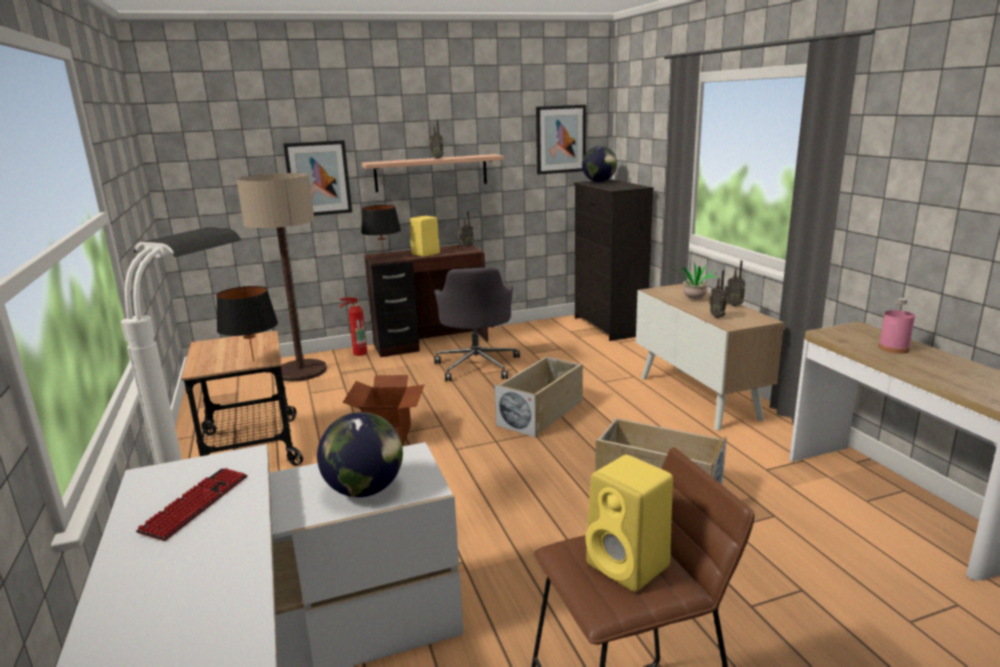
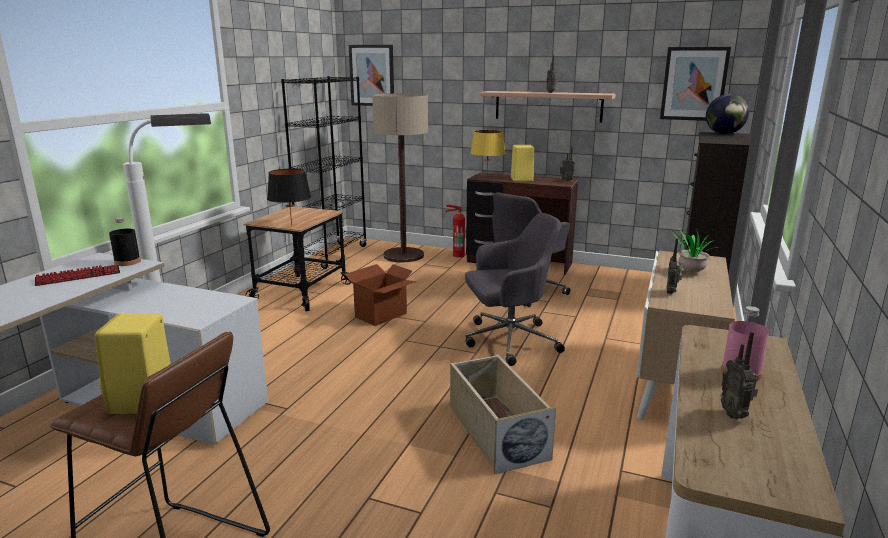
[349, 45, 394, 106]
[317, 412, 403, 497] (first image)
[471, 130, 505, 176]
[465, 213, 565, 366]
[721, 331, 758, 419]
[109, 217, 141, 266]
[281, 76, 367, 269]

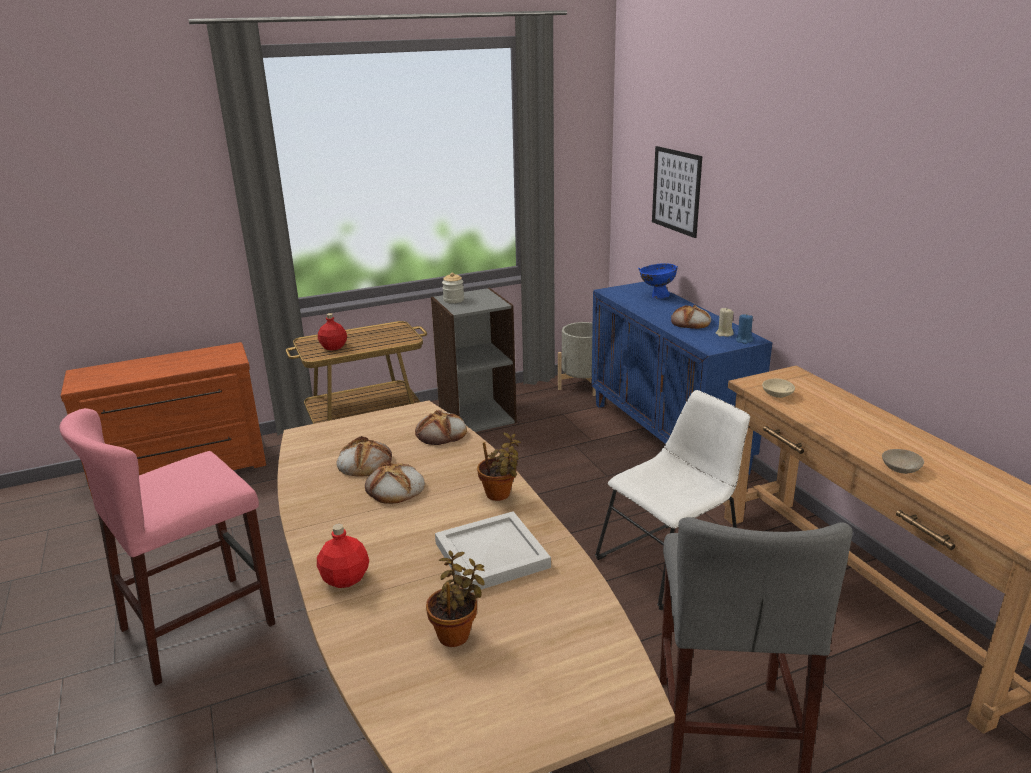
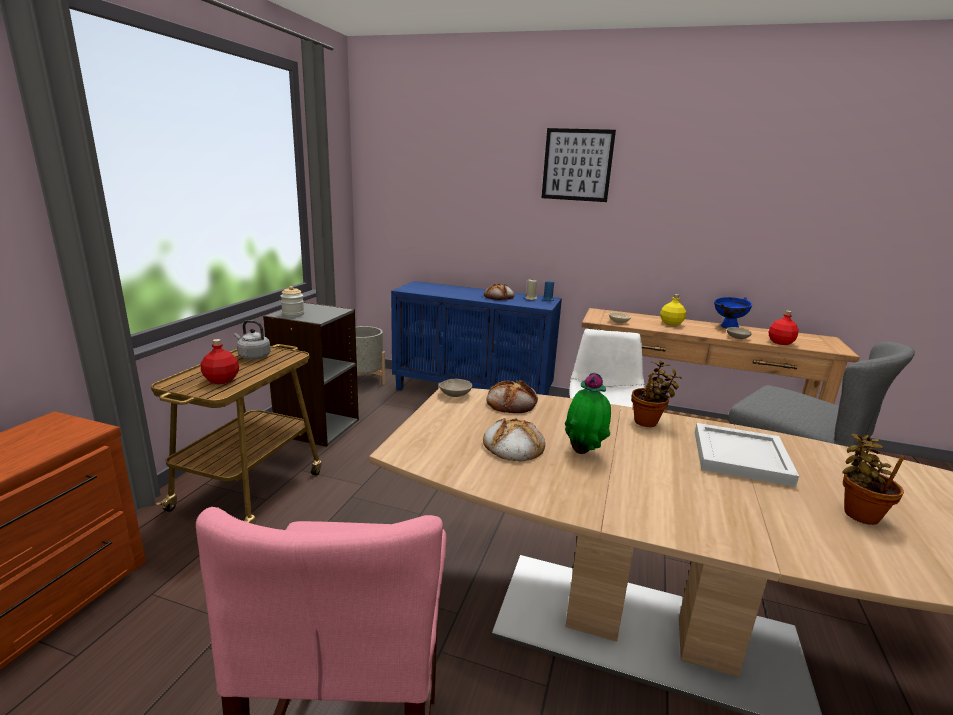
[769, 311, 799, 345]
[565, 373, 611, 454]
[714, 297, 752, 328]
[542, 128, 616, 202]
[234, 320, 271, 360]
[439, 379, 472, 397]
[660, 294, 686, 326]

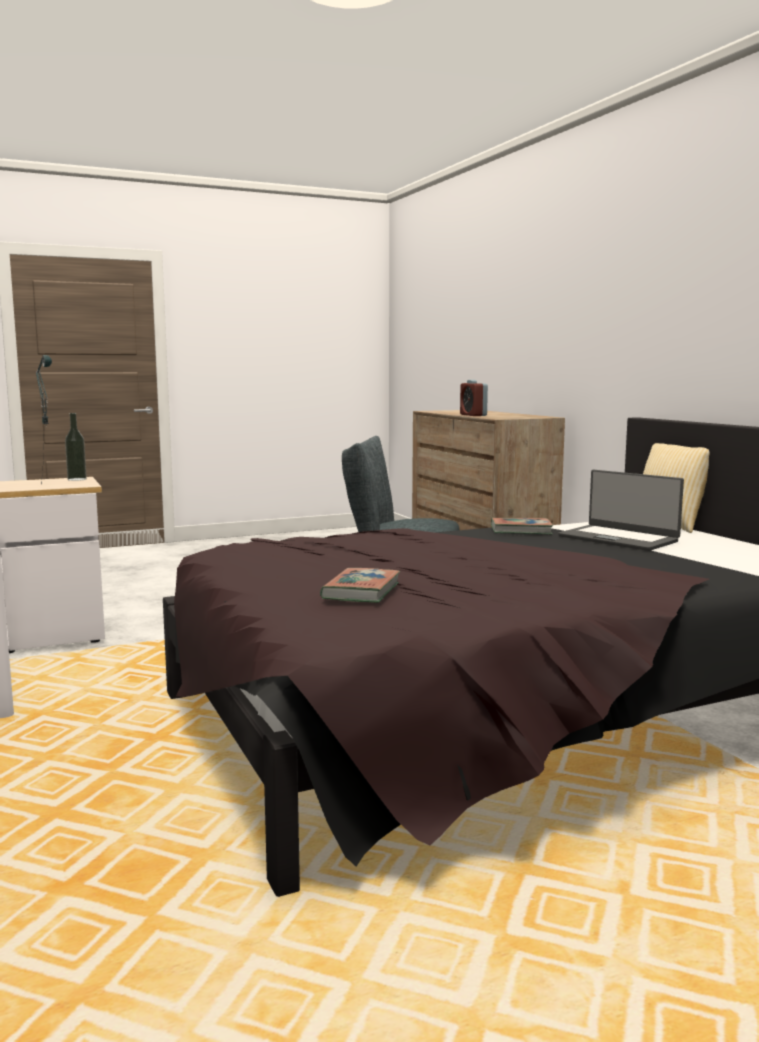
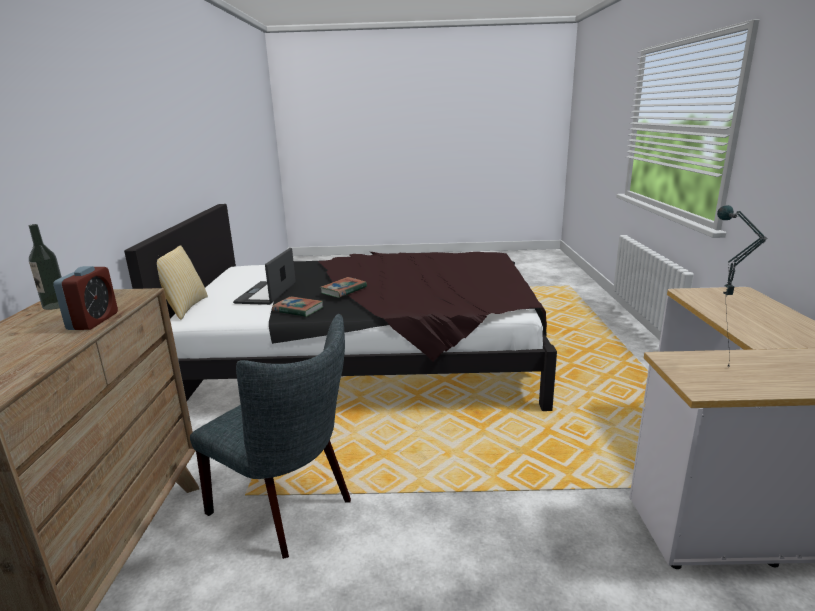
[29, 224, 62, 310]
[320, 277, 367, 298]
[233, 248, 296, 305]

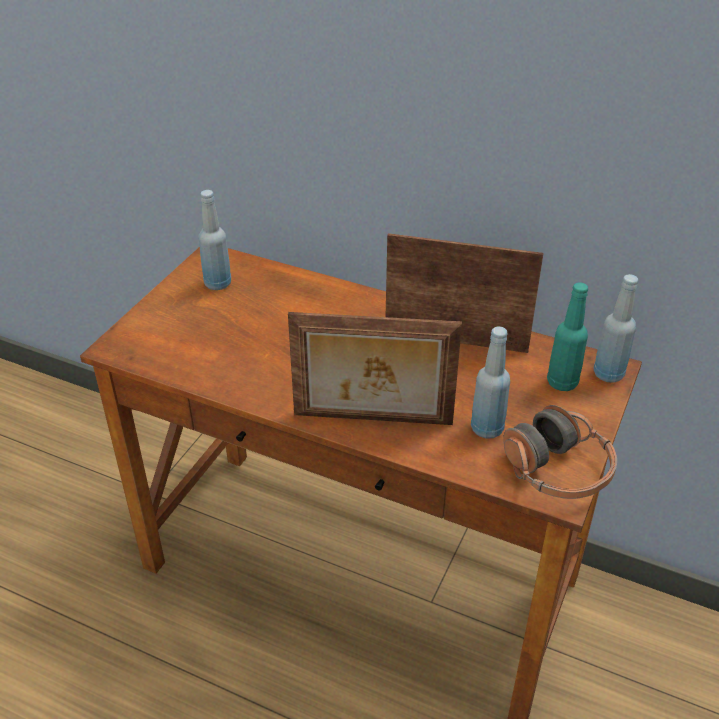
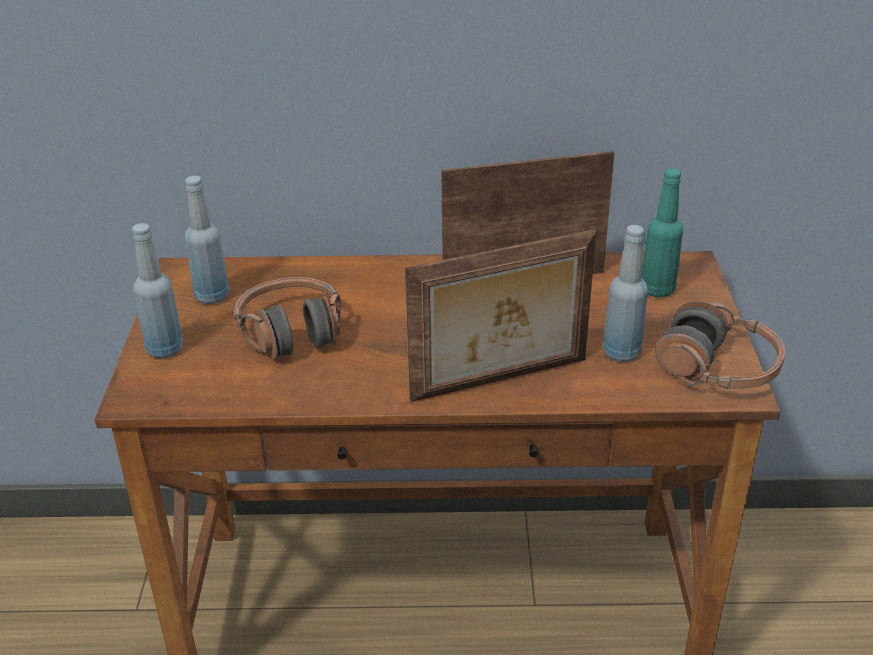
[132, 223, 183, 359]
[234, 277, 341, 360]

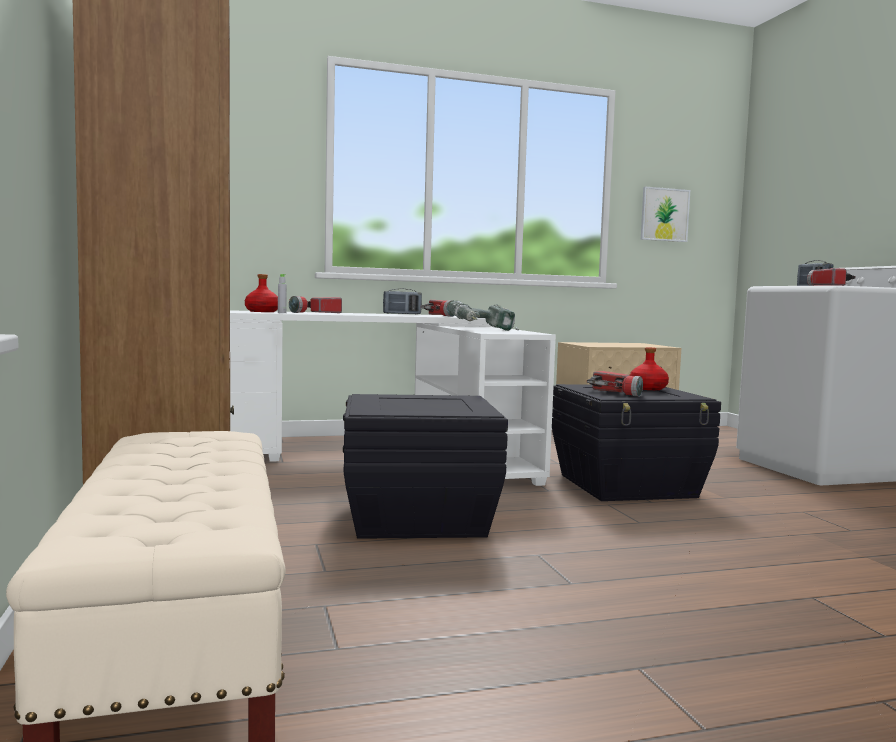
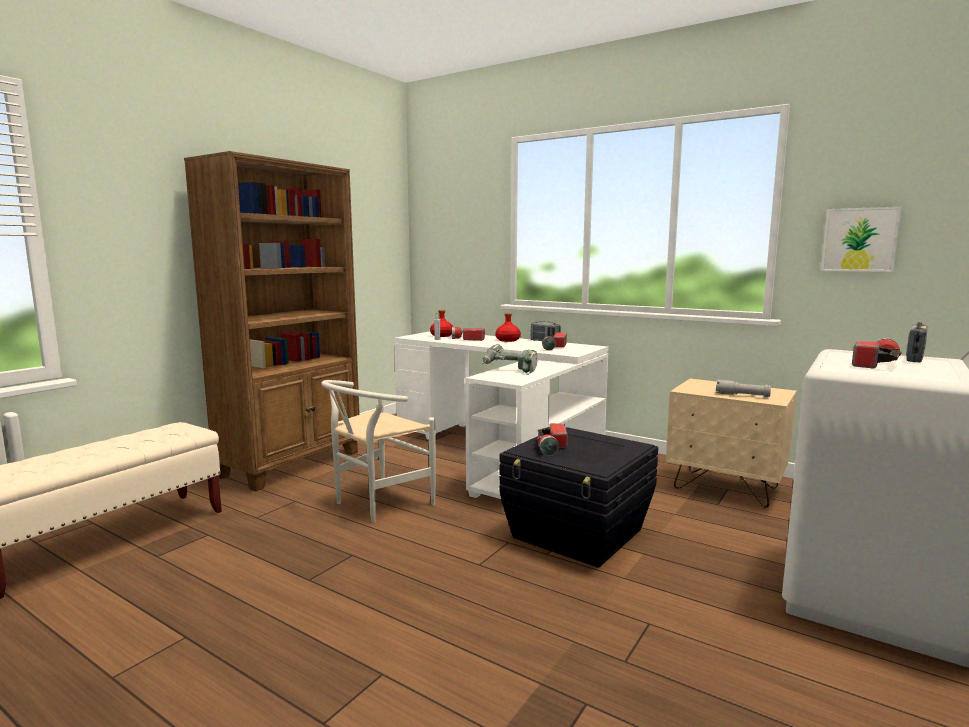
[321, 380, 436, 522]
[495, 313, 521, 342]
[716, 380, 771, 397]

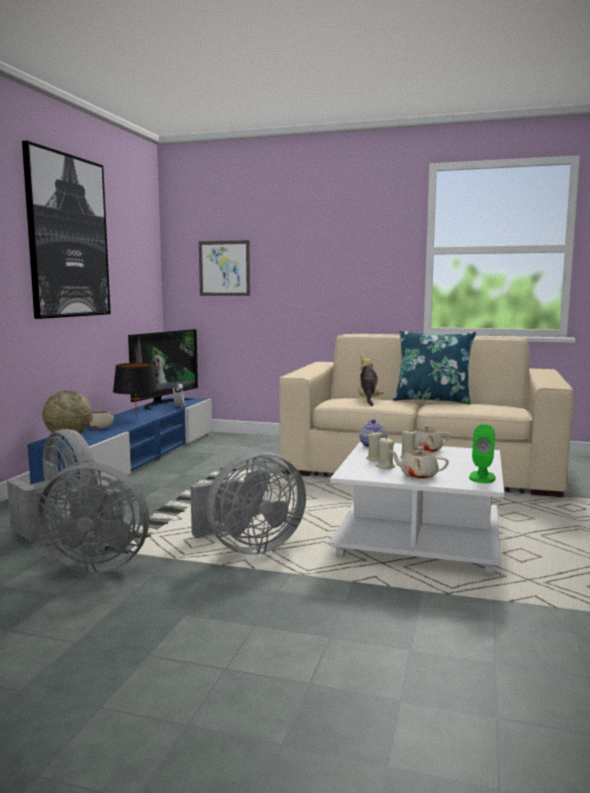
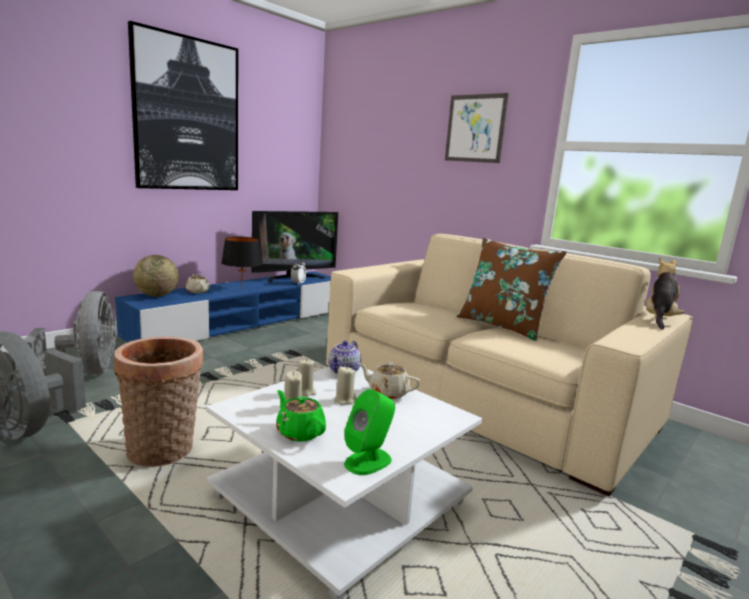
[114, 336, 203, 467]
[445, 93, 509, 163]
[646, 257, 685, 330]
[276, 390, 326, 442]
[457, 238, 567, 341]

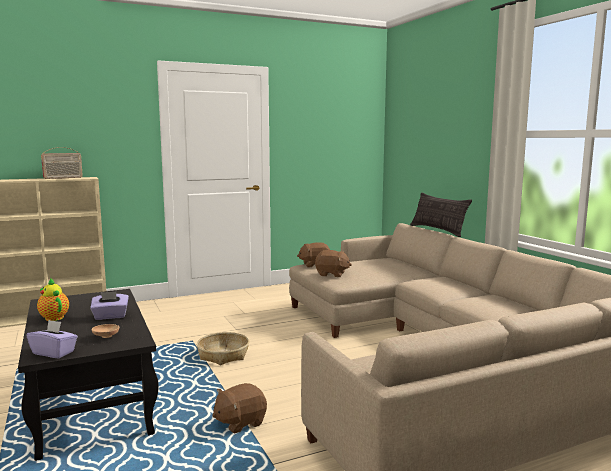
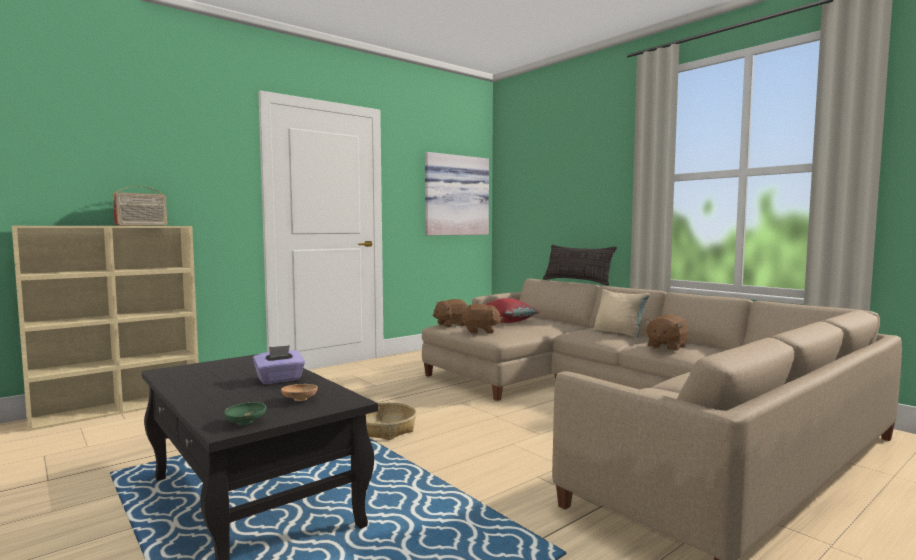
[224, 402, 266, 425]
[37, 278, 69, 321] (first image)
[645, 314, 689, 351]
[425, 152, 489, 235]
[486, 298, 539, 323]
[594, 289, 650, 338]

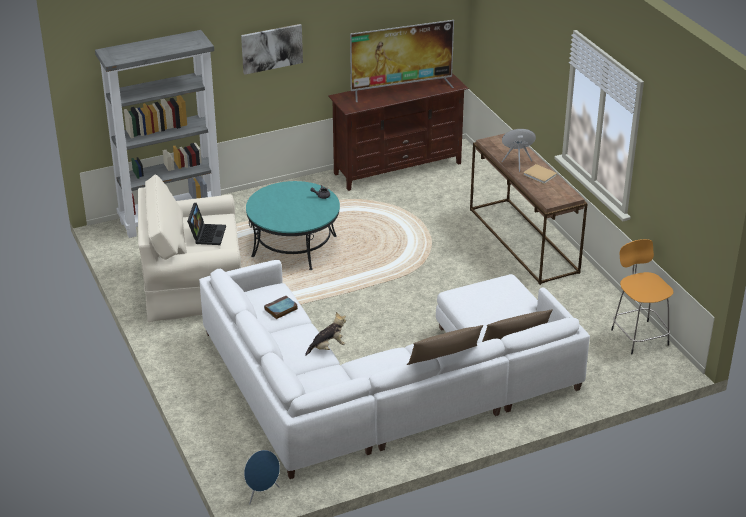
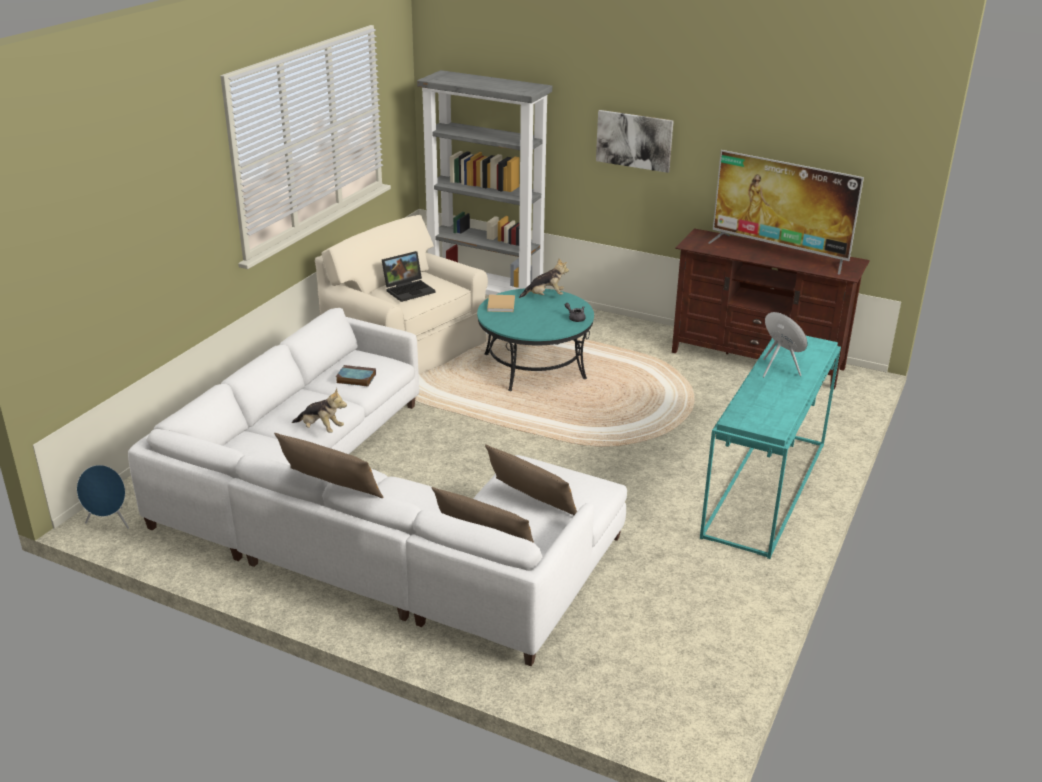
[700, 336, 841, 559]
[487, 295, 515, 312]
[611, 239, 673, 354] (first image)
[485, 444, 577, 515]
[519, 258, 569, 298]

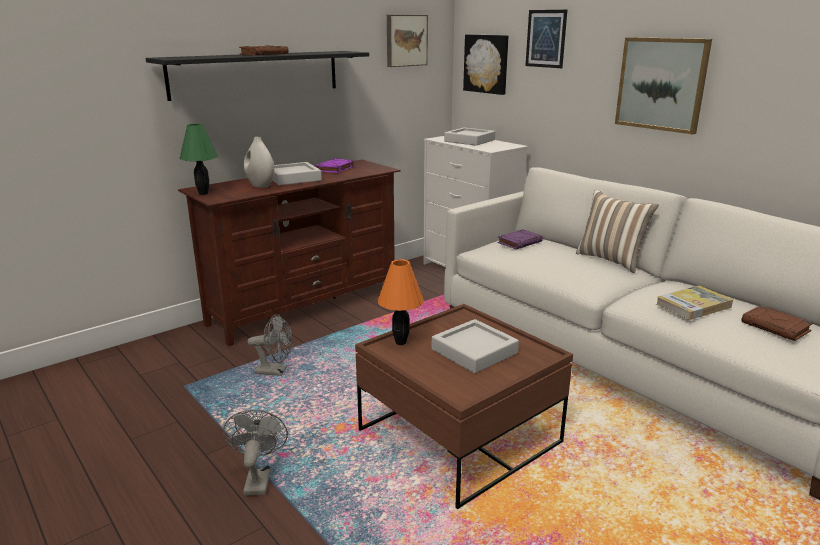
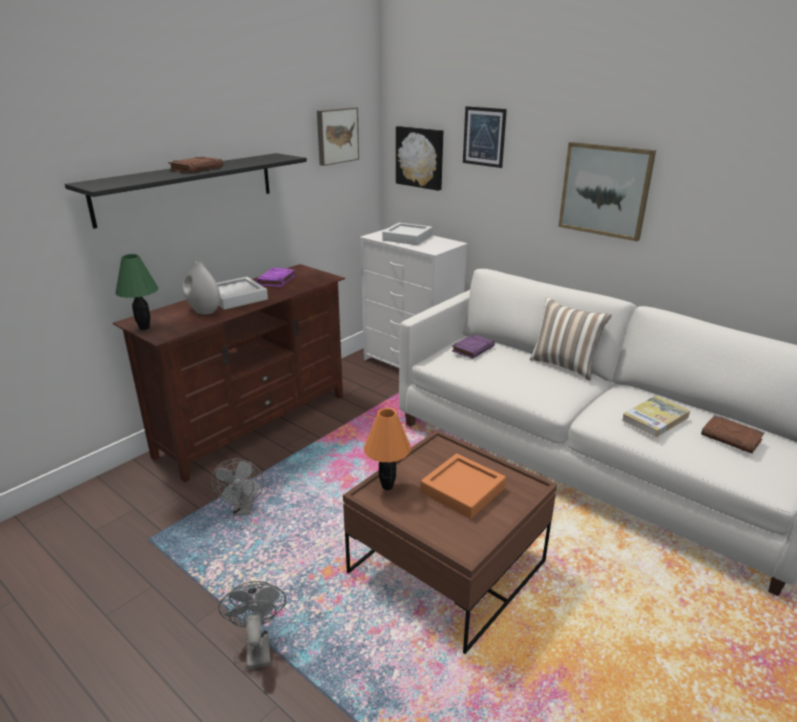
[211, 459, 264, 515]
[420, 454, 506, 519]

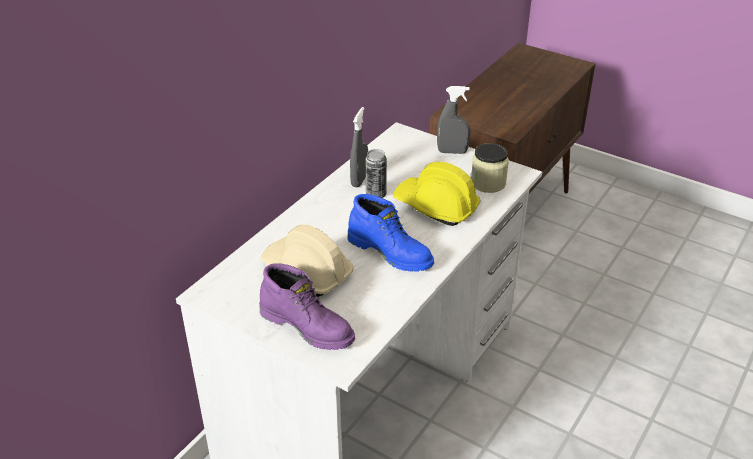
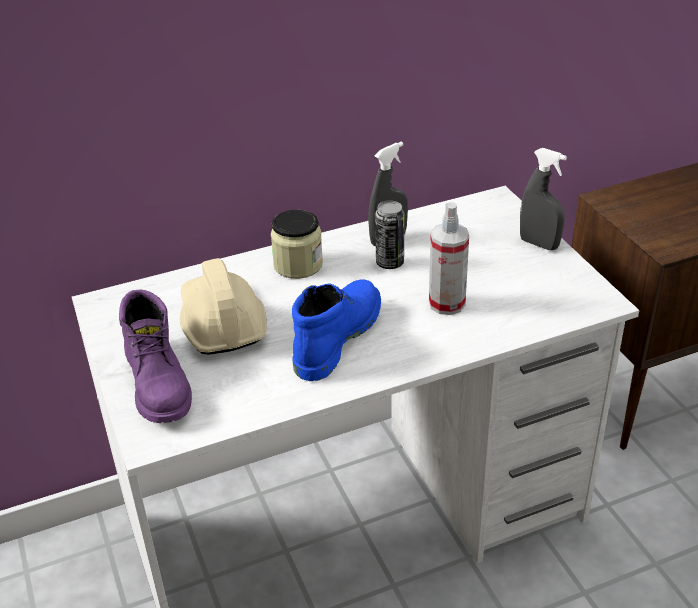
[292, 279, 381, 381]
[429, 202, 469, 315]
[271, 210, 323, 279]

